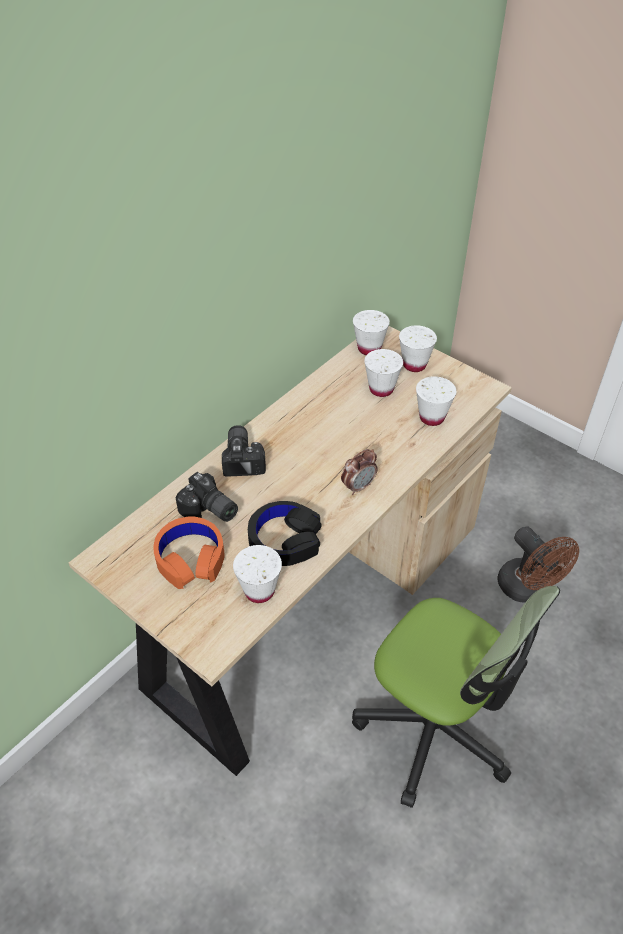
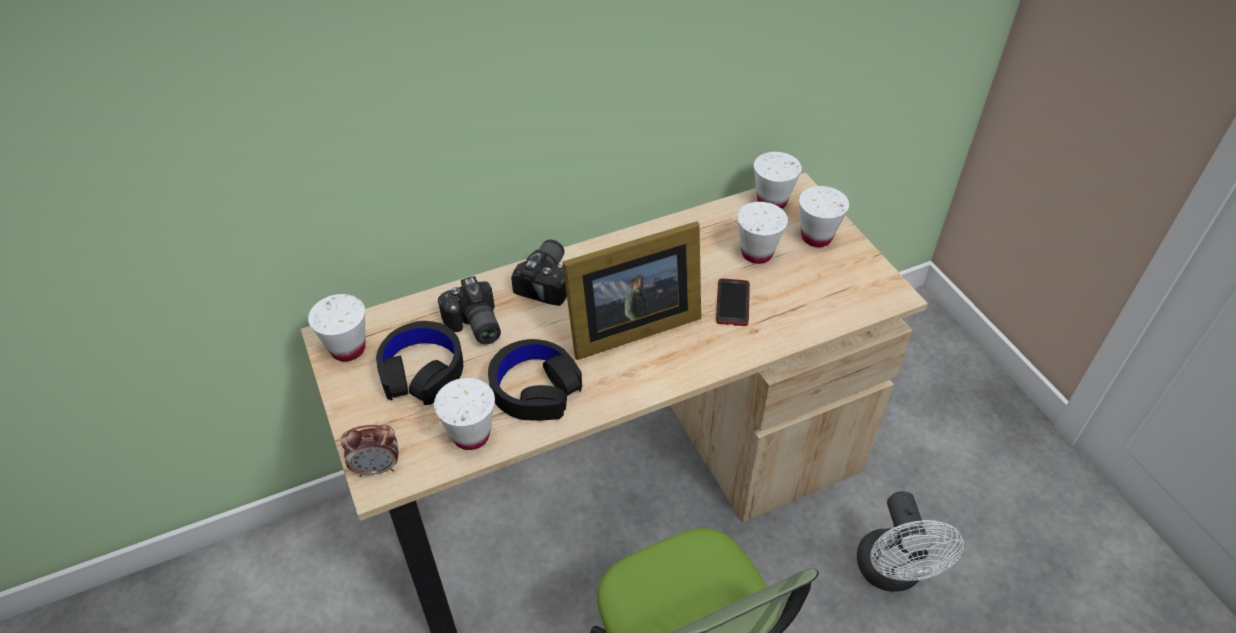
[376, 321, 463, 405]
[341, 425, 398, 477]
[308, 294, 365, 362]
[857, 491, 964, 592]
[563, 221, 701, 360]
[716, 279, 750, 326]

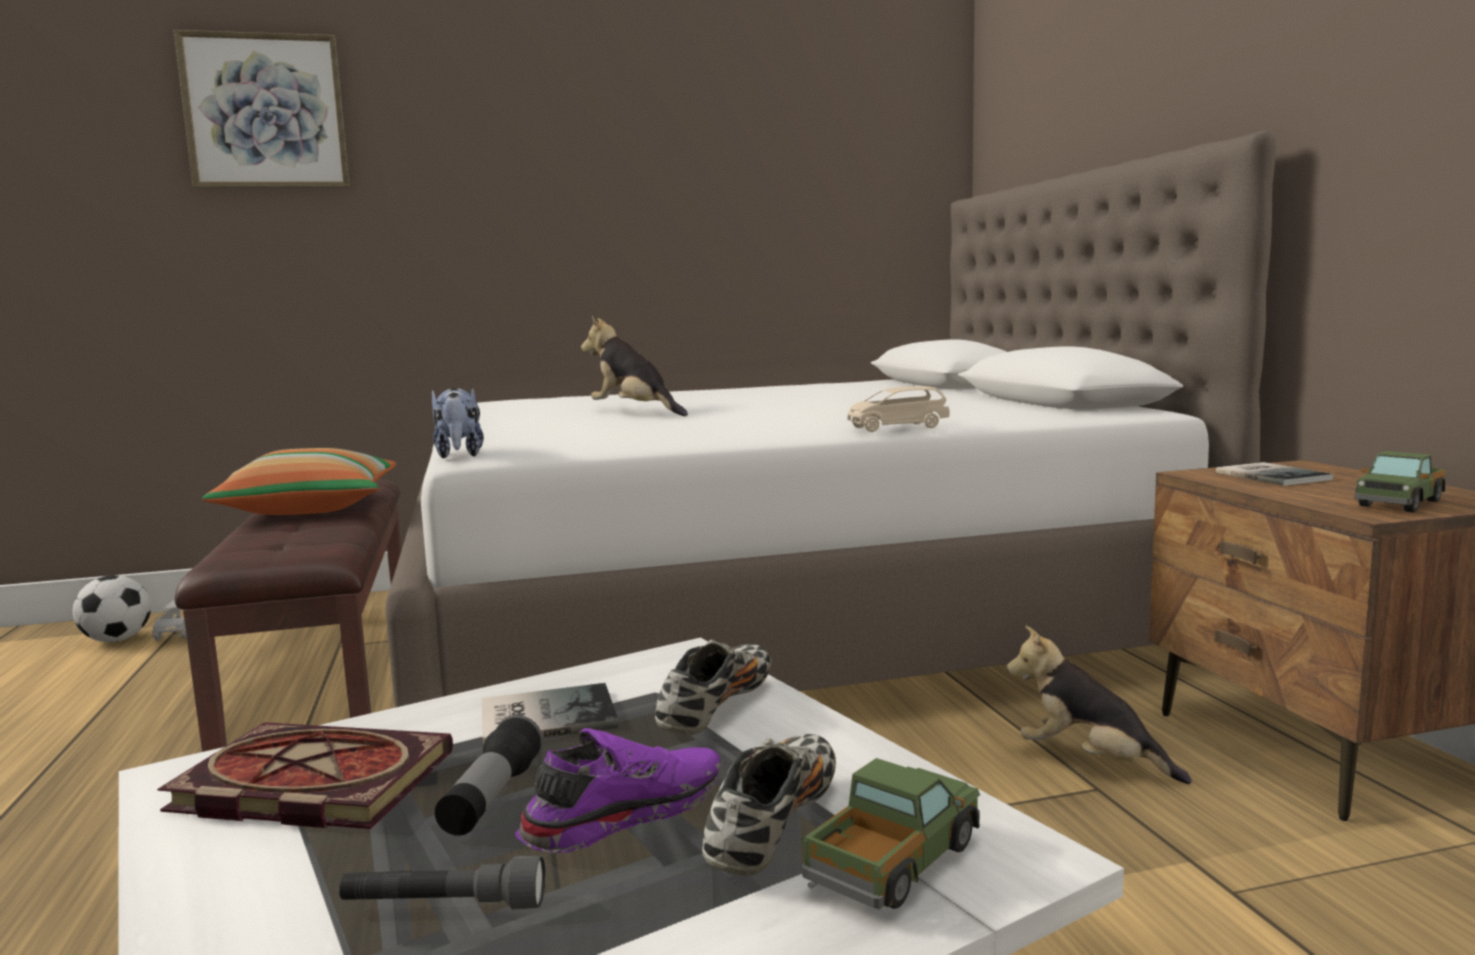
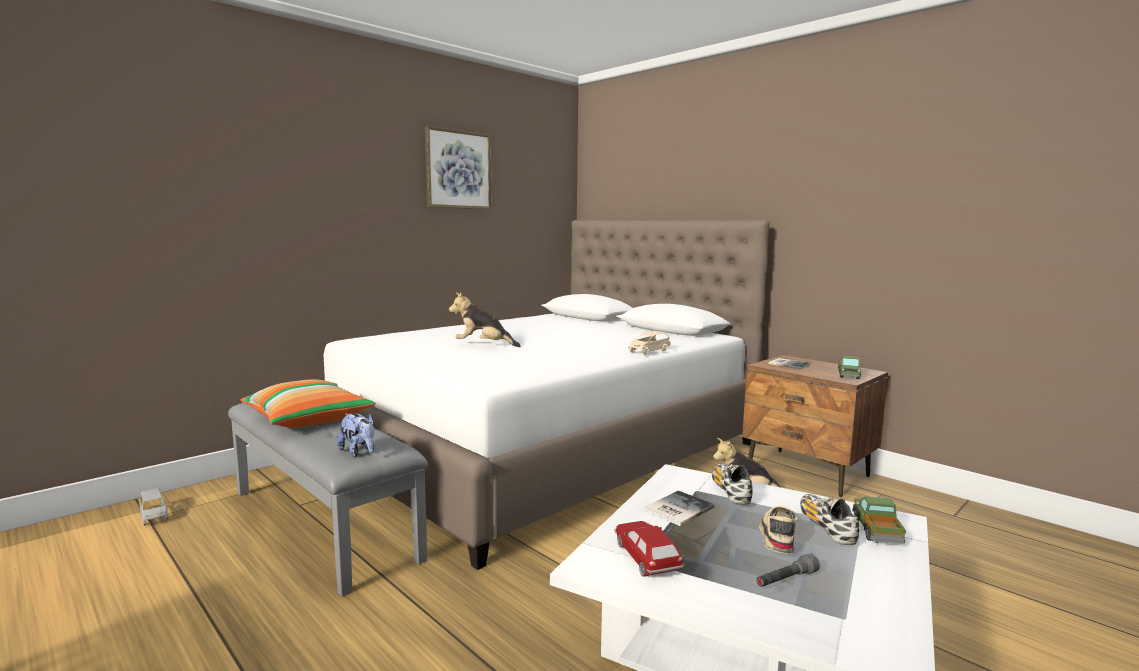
[73, 575, 151, 642] (first image)
[614, 521, 685, 577]
[425, 126, 492, 209]
[228, 403, 428, 596]
[337, 413, 375, 457]
[435, 715, 543, 836] (first image)
[759, 505, 798, 554]

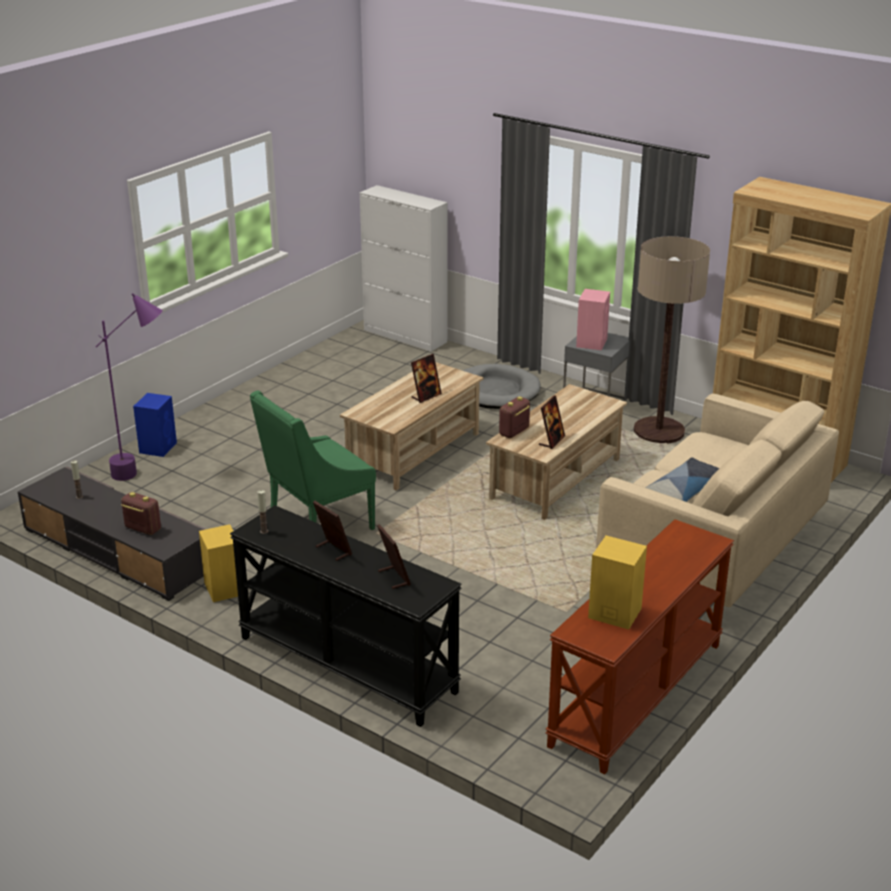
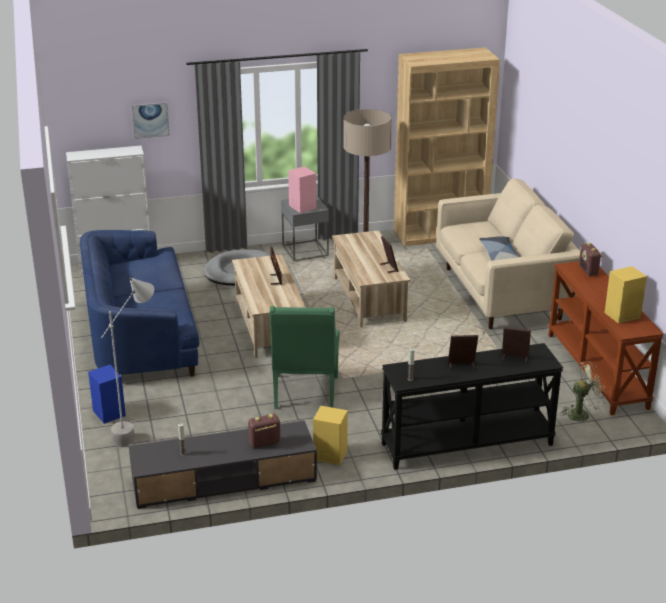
[101, 278, 154, 447]
[579, 243, 602, 276]
[80, 230, 199, 377]
[132, 102, 170, 139]
[559, 361, 607, 425]

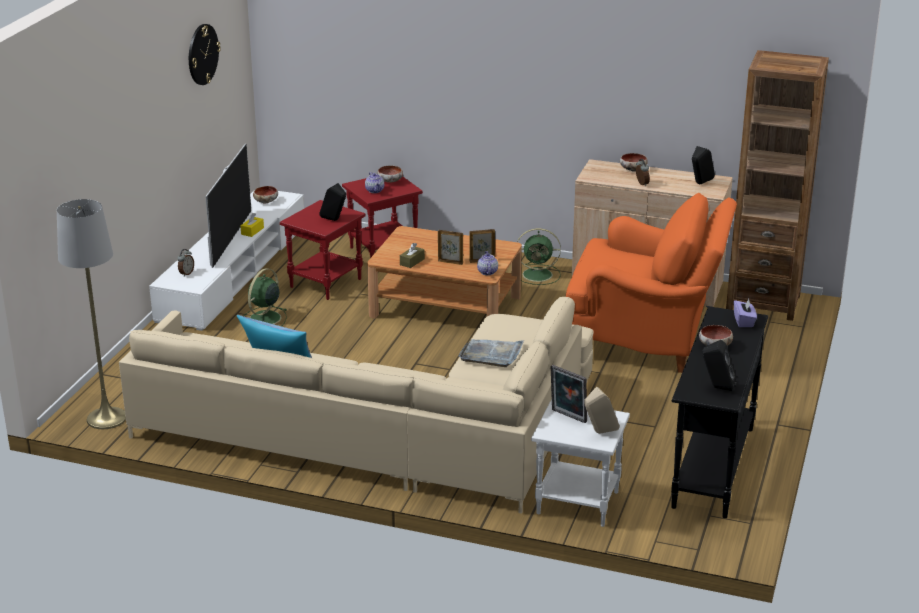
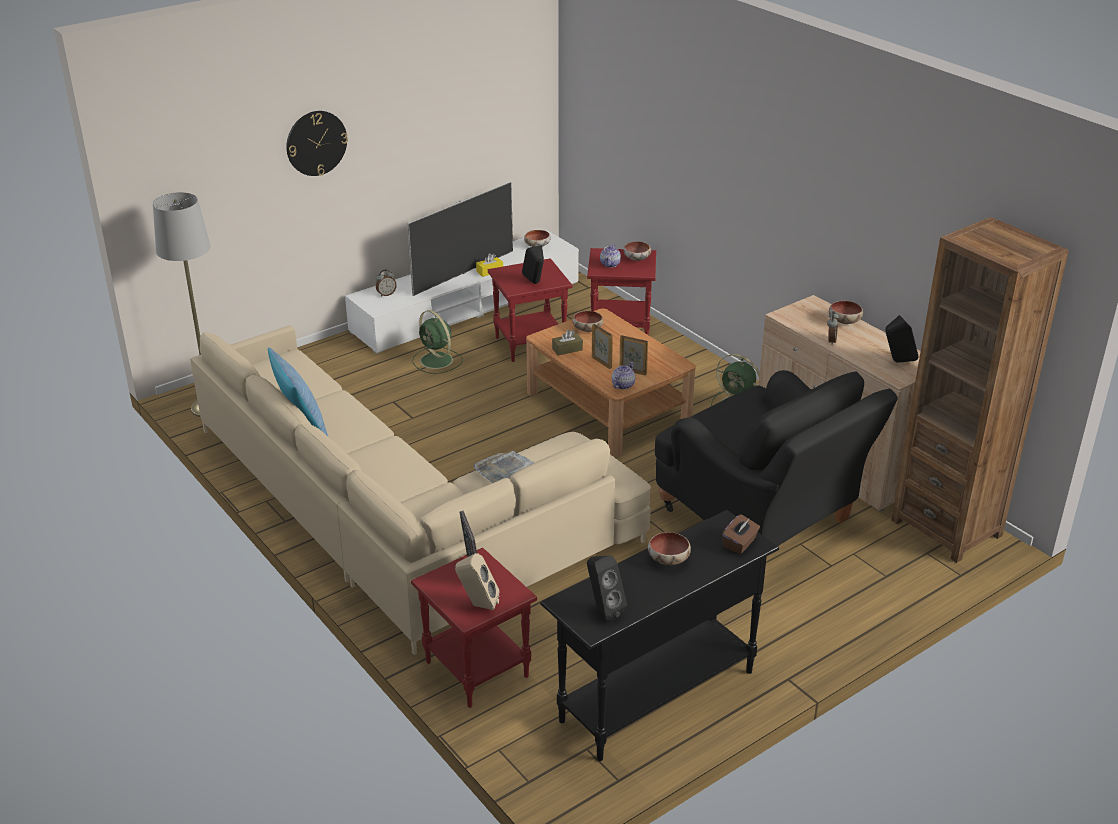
[286, 111, 348, 176]
[412, 310, 463, 374]
[411, 548, 537, 708]
[655, 370, 898, 560]
[722, 514, 760, 554]
[573, 311, 603, 332]

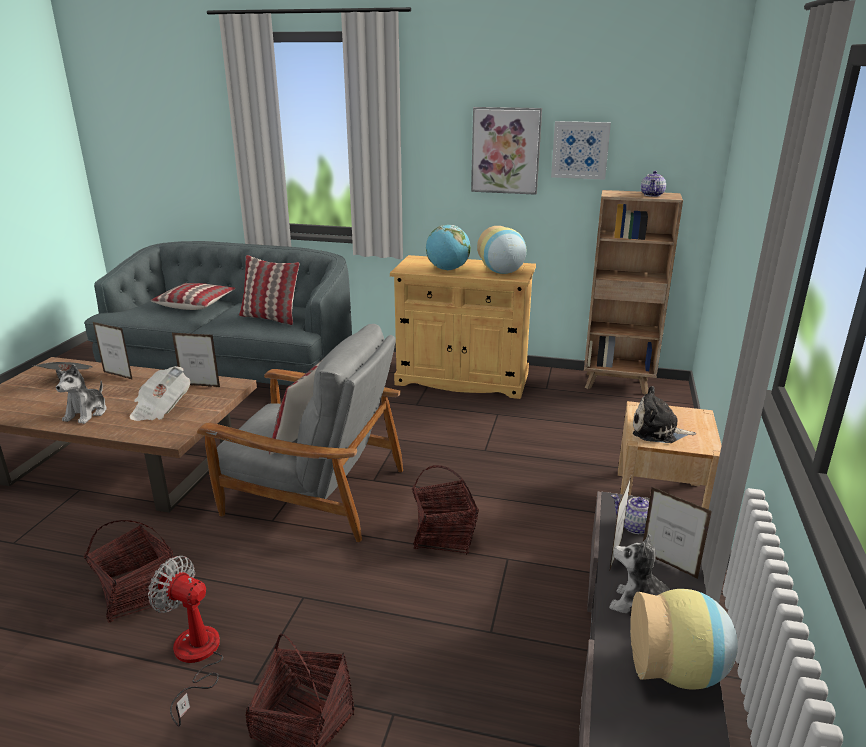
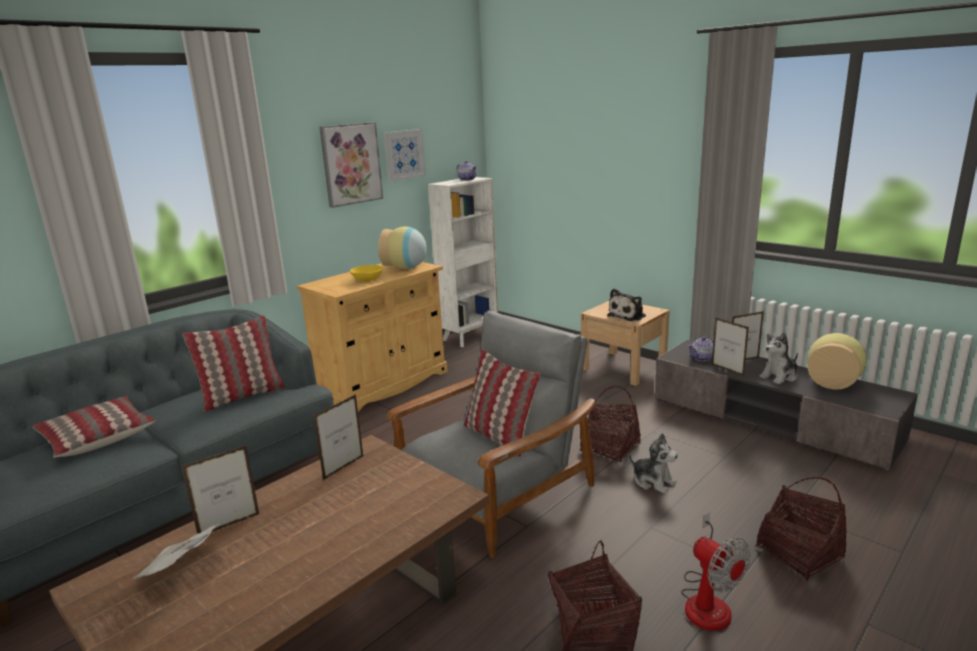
[628, 433, 678, 494]
[129, 366, 190, 421] (first image)
[681, 512, 751, 631]
[350, 265, 383, 282]
[428, 177, 498, 347]

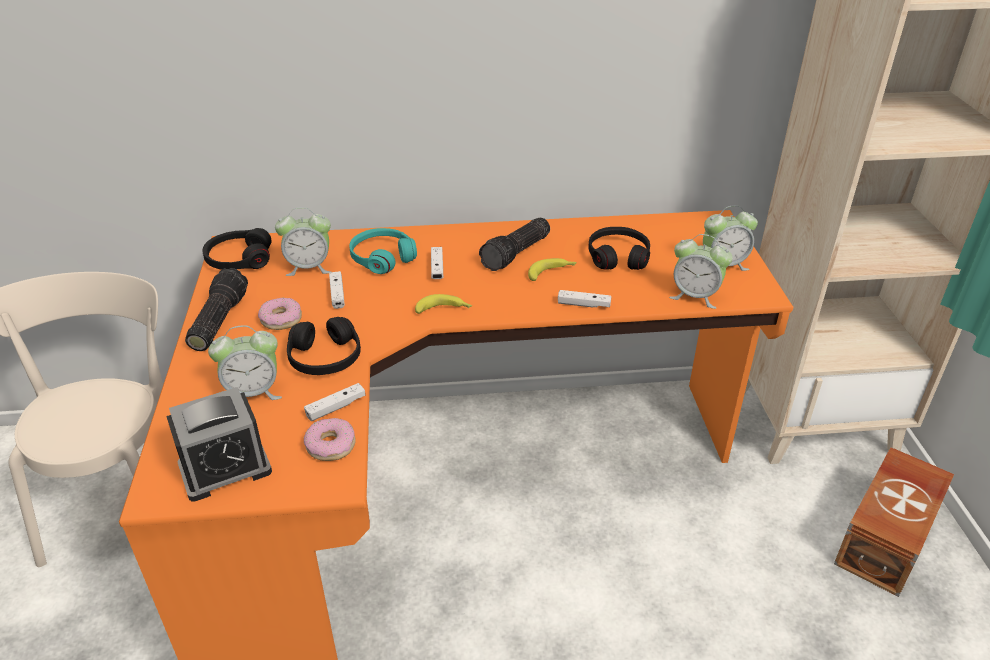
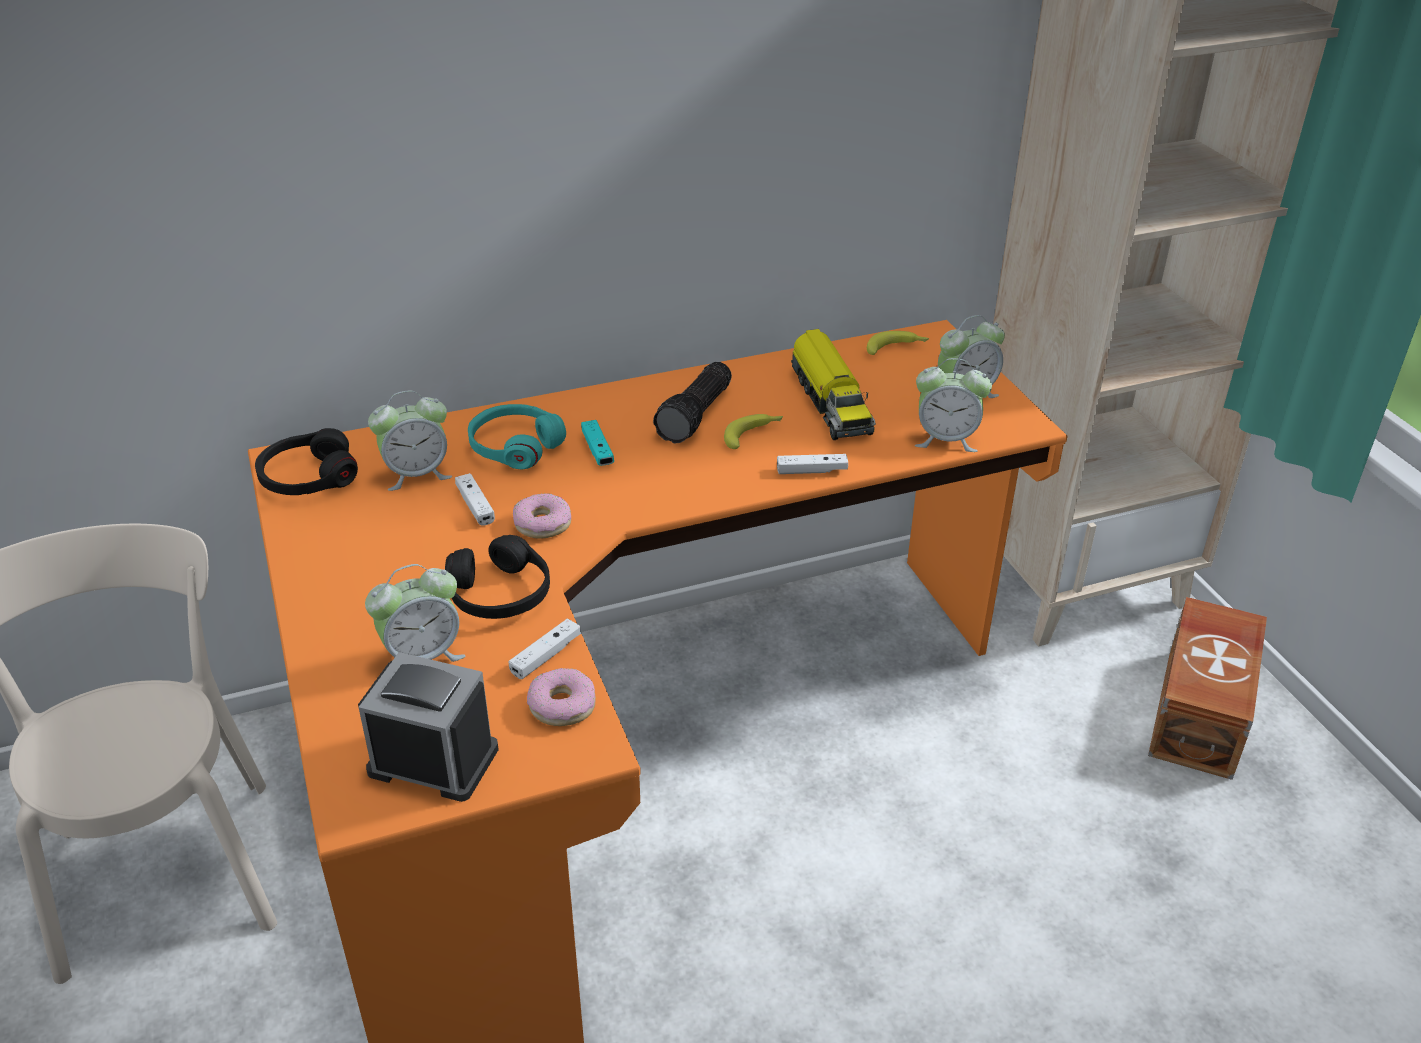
[358, 652, 499, 802]
[185, 268, 248, 351] (first image)
[513, 493, 571, 539]
[867, 331, 929, 355]
[581, 420, 614, 466]
[791, 329, 876, 440]

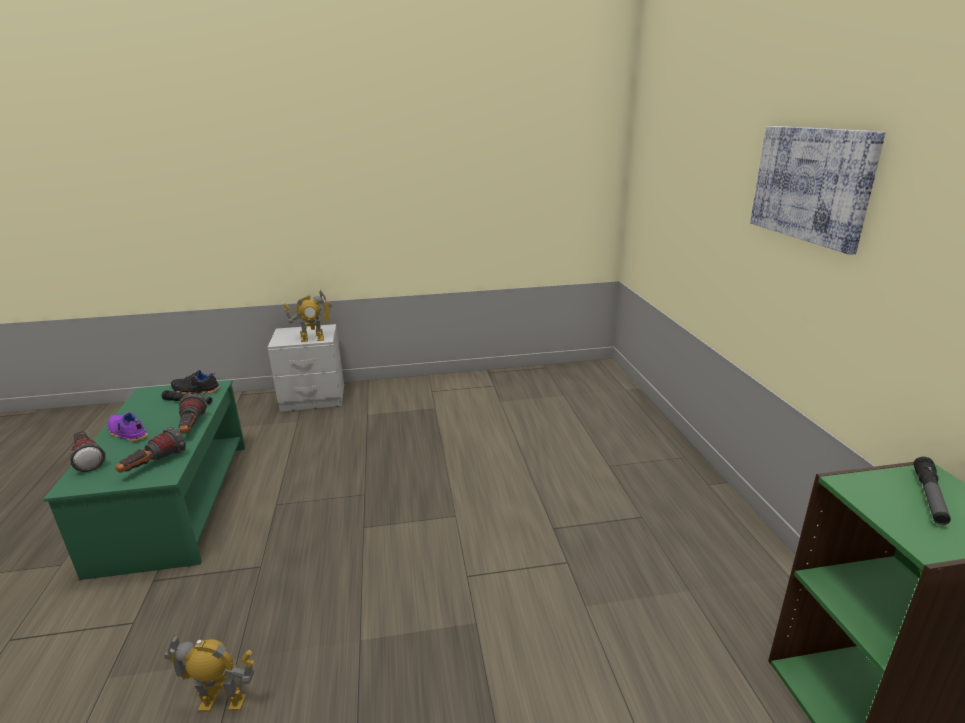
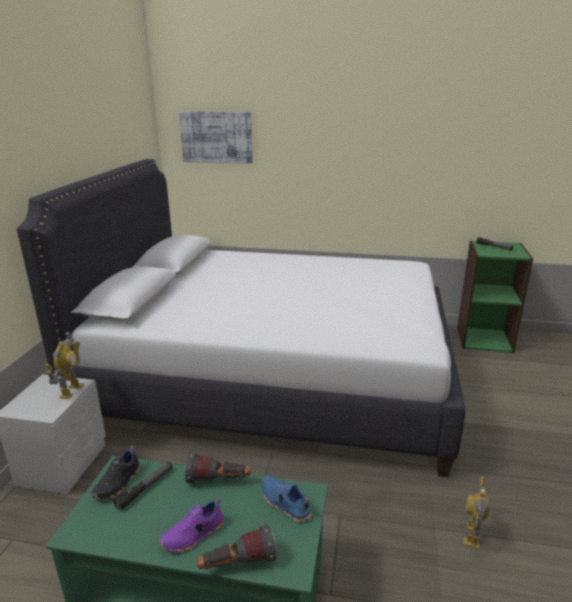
[262, 475, 312, 522]
[179, 112, 253, 164]
[17, 159, 465, 477]

